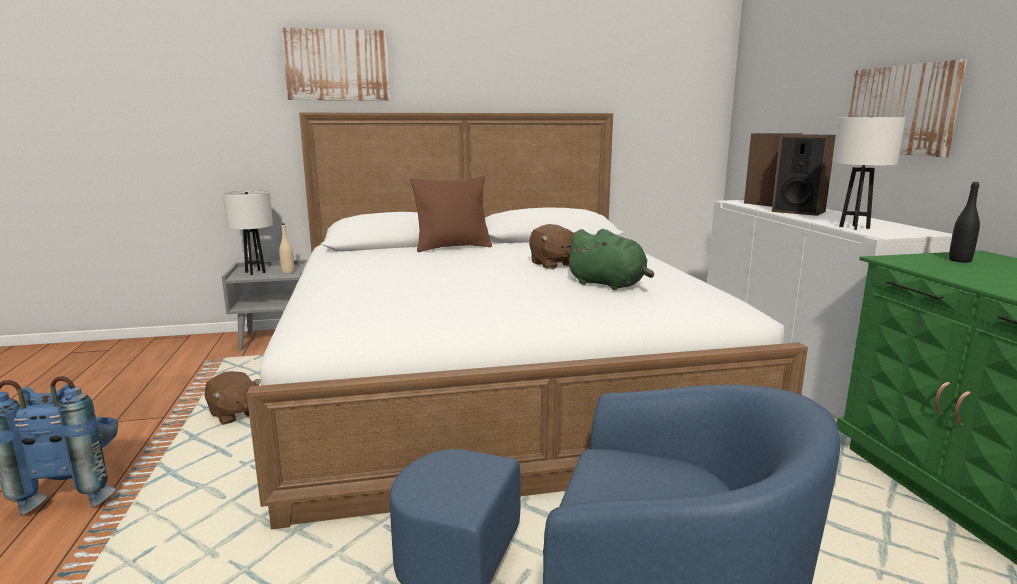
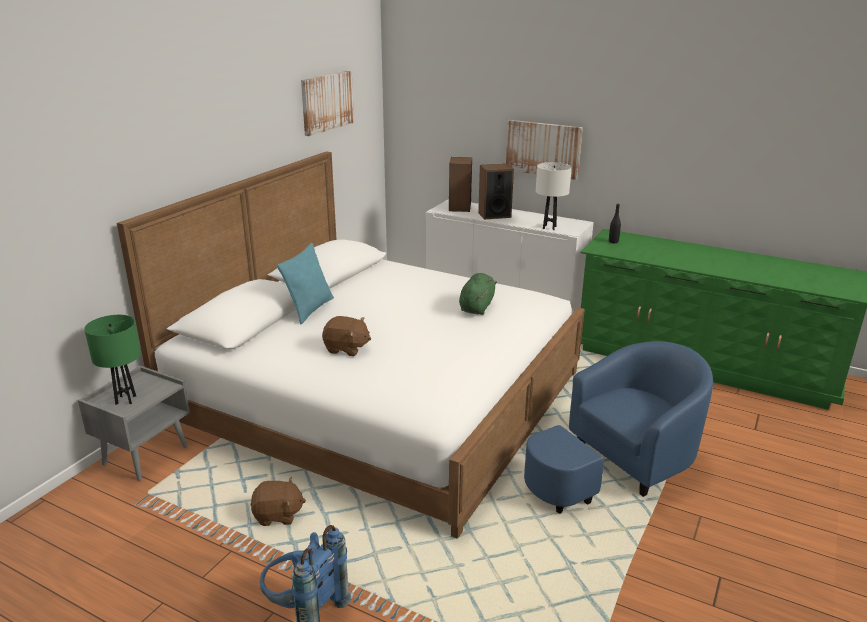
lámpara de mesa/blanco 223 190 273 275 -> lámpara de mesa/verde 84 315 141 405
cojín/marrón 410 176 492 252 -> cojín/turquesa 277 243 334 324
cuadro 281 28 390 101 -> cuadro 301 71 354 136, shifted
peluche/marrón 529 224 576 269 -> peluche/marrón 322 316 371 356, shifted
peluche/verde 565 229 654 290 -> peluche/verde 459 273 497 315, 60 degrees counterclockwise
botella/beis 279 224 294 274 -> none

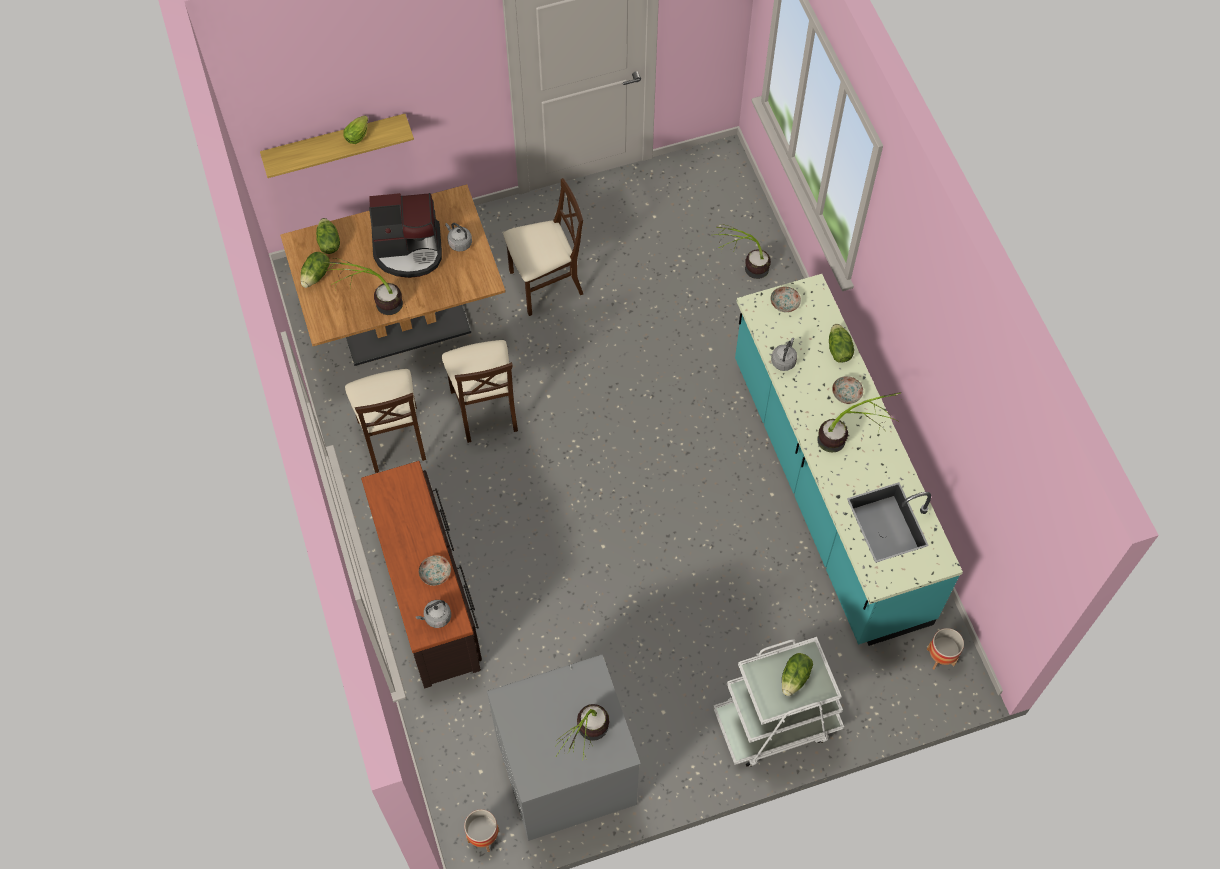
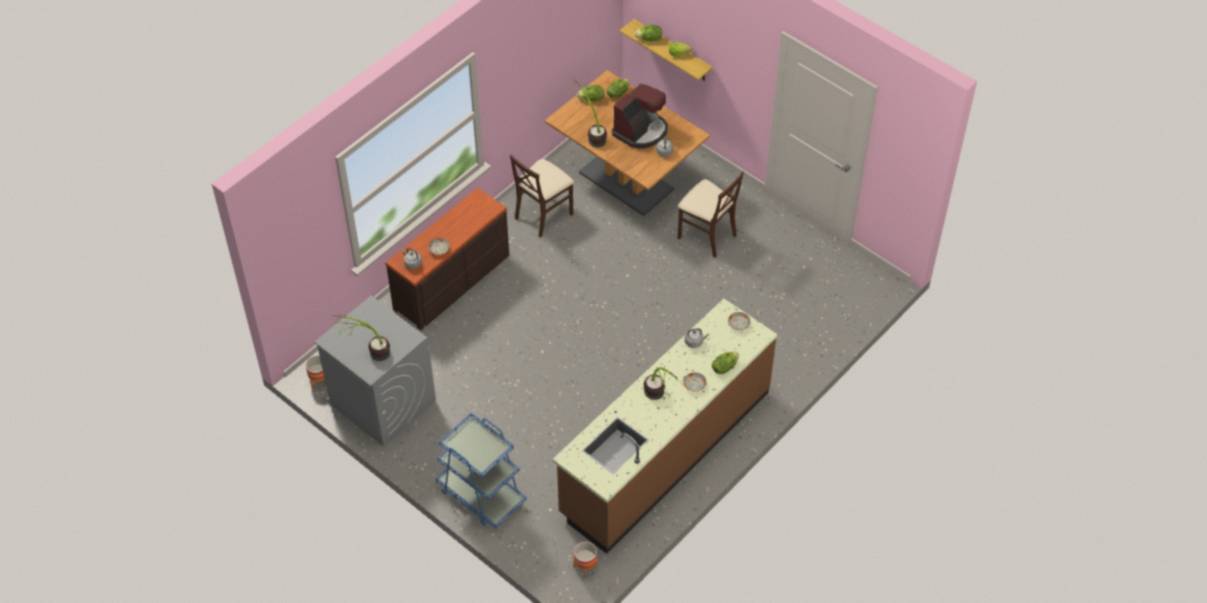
carrito/blanco 713 637 844 767 -> carrito/azul 436 413 527 528
mueble bajo de cocina/turquesa 735 274 963 646 -> mueble bajo de cocina/marrón 553 299 777 554
cafetera 369 193 442 278 -> cafetera 612 84 668 148, 105 degrees counterclockwise
lechuga 782 653 813 696 -> lechuga 634 25 662 41, shifted
silla/beis 442 340 518 443 -> none
planta en maceta 714 224 771 279 -> none

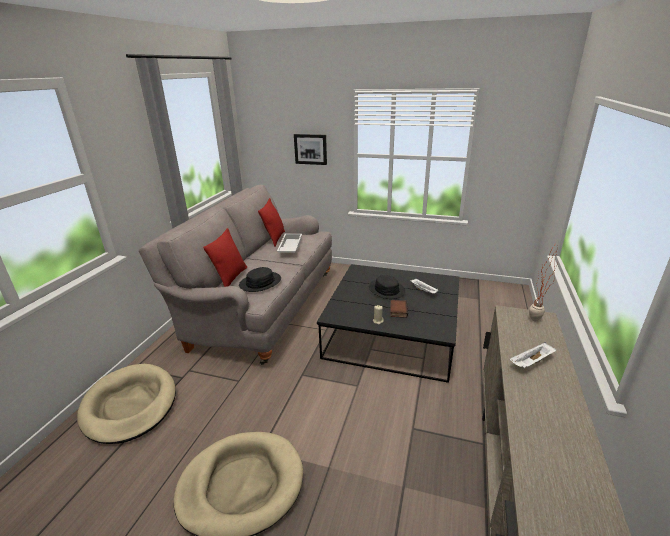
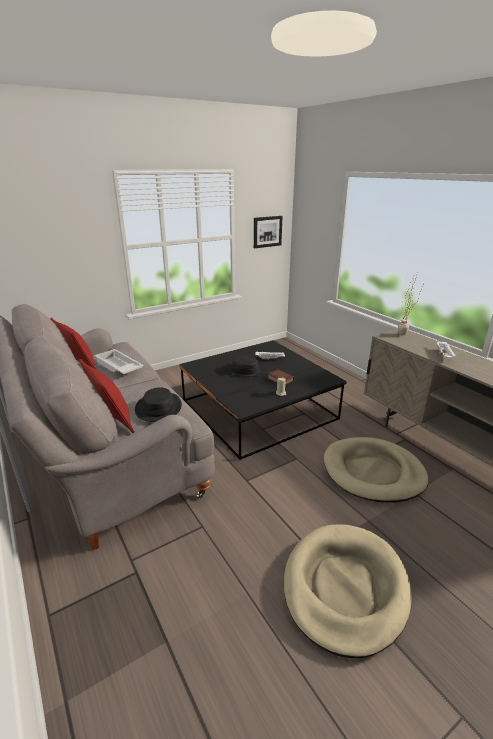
cuadro 294 134 327 165 -> cuadro 254 216 283 248, shifted
cama para perro/beis 77 364 176 444 -> cama para perro/beis 324 437 428 503, shifted

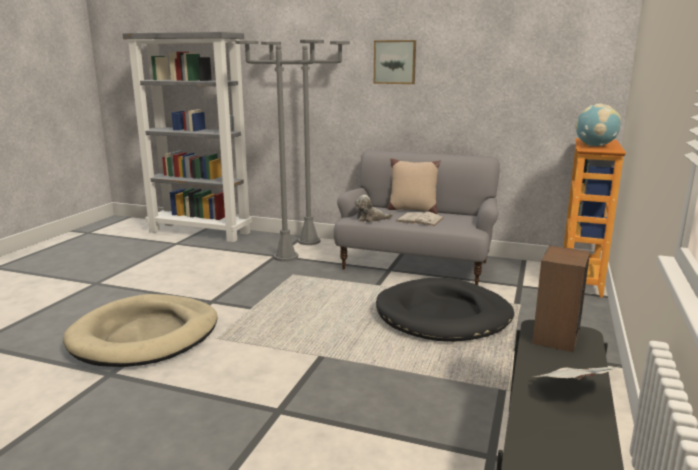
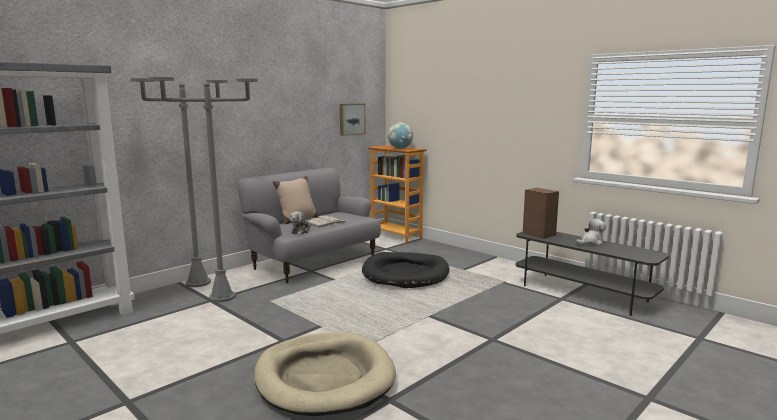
cuadro 374 40 416 84 -> cuadro 340 104 366 136, shifted
periódico 537 367 616 380 -> peluche 576 219 606 245

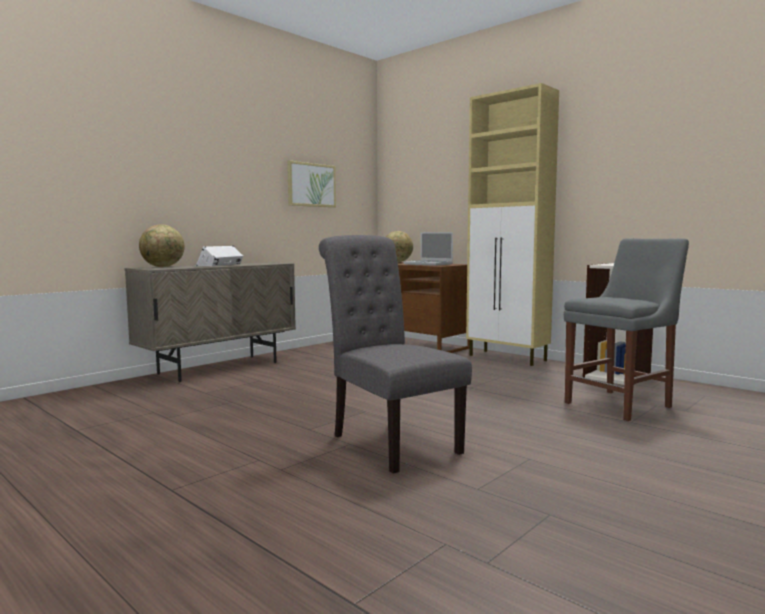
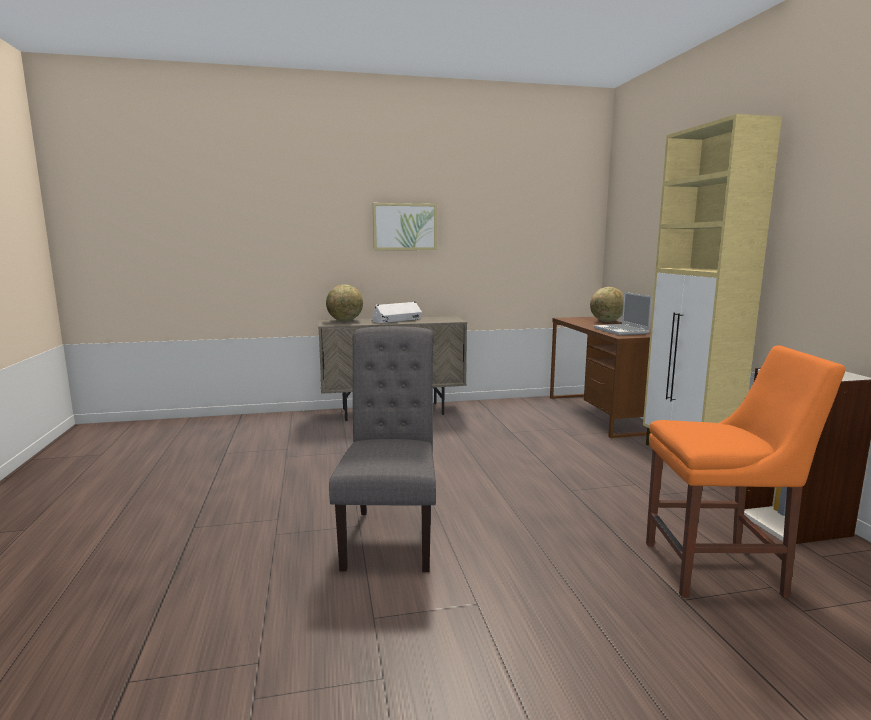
cuadro 287 160 336 208 -> cuadro 373 203 437 250, shifted
silla/gris 563 239 689 421 -> silla/naranja 646 345 845 598

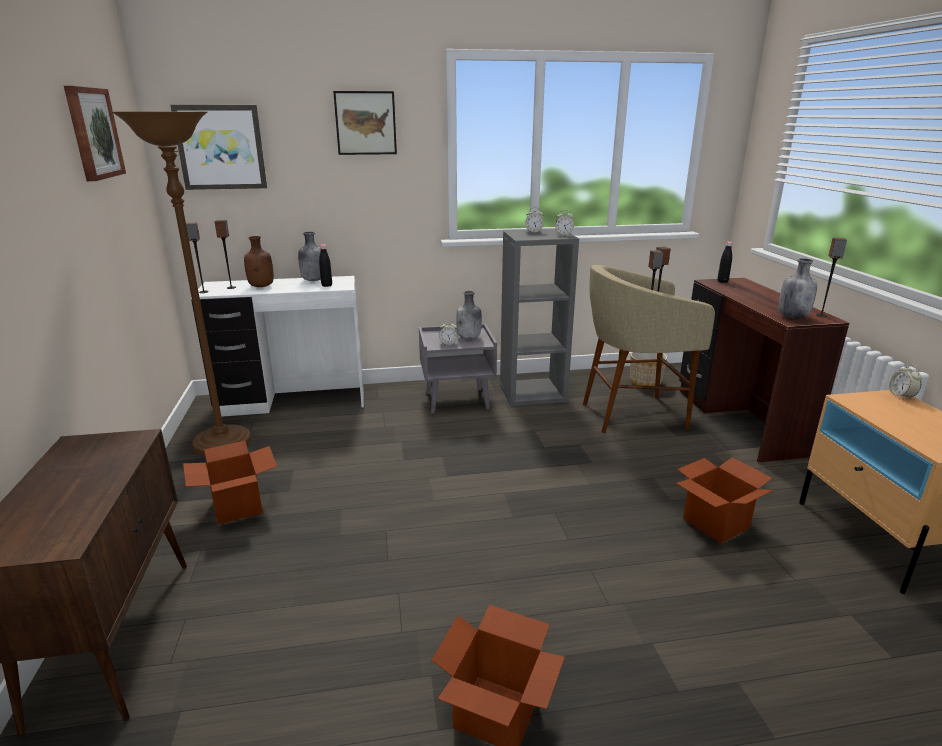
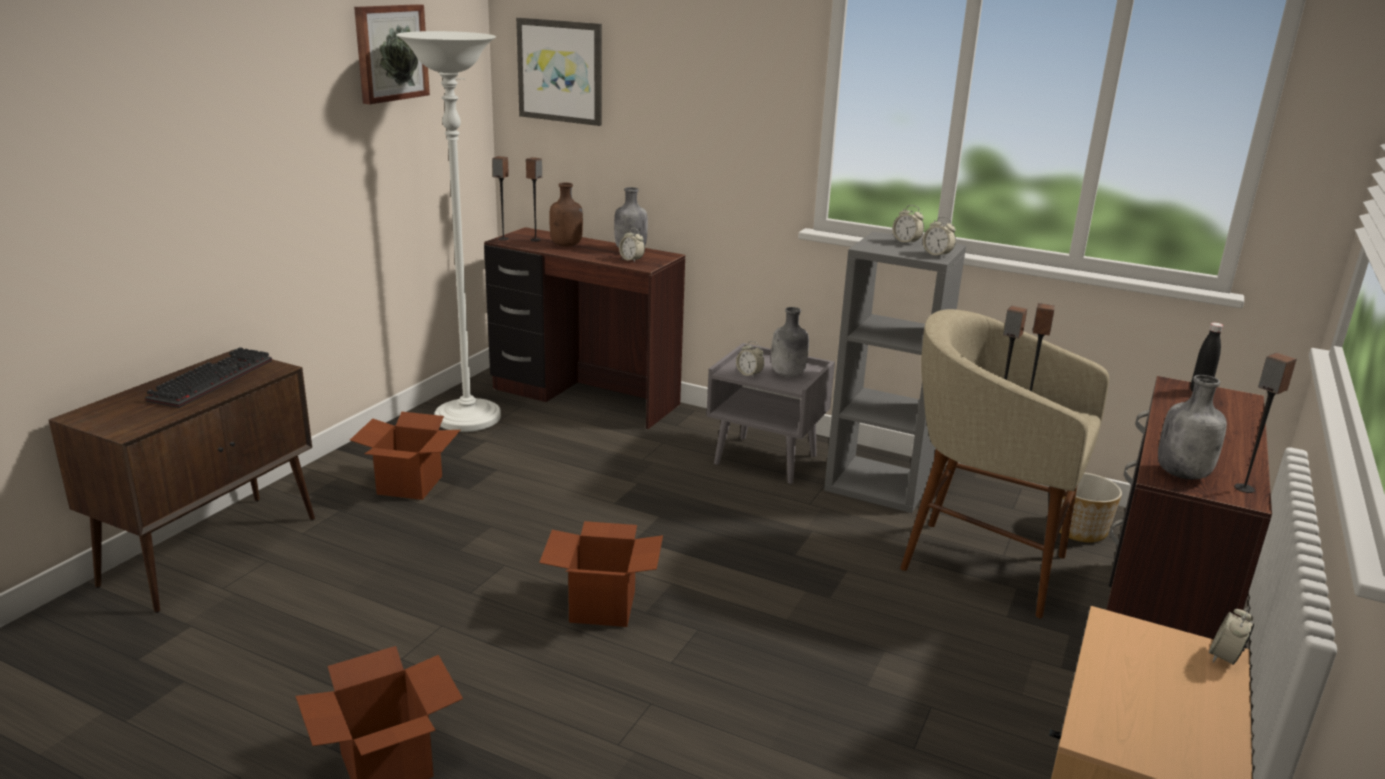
none -> teclado 145 347 272 408
lámpara de pie/marrón 111 111 251 456 -> lámpara de pie/blanco 396 31 501 432
escritorio/blanco 191 276 364 417 -> escritorio/marrón 484 227 685 430
caja de cartón 676 457 774 543 -> caja de cartón 539 521 663 627, shifted
botella/negro 319 244 332 287 -> despertador 619 228 645 262
cuadro 333 91 397 155 -> none

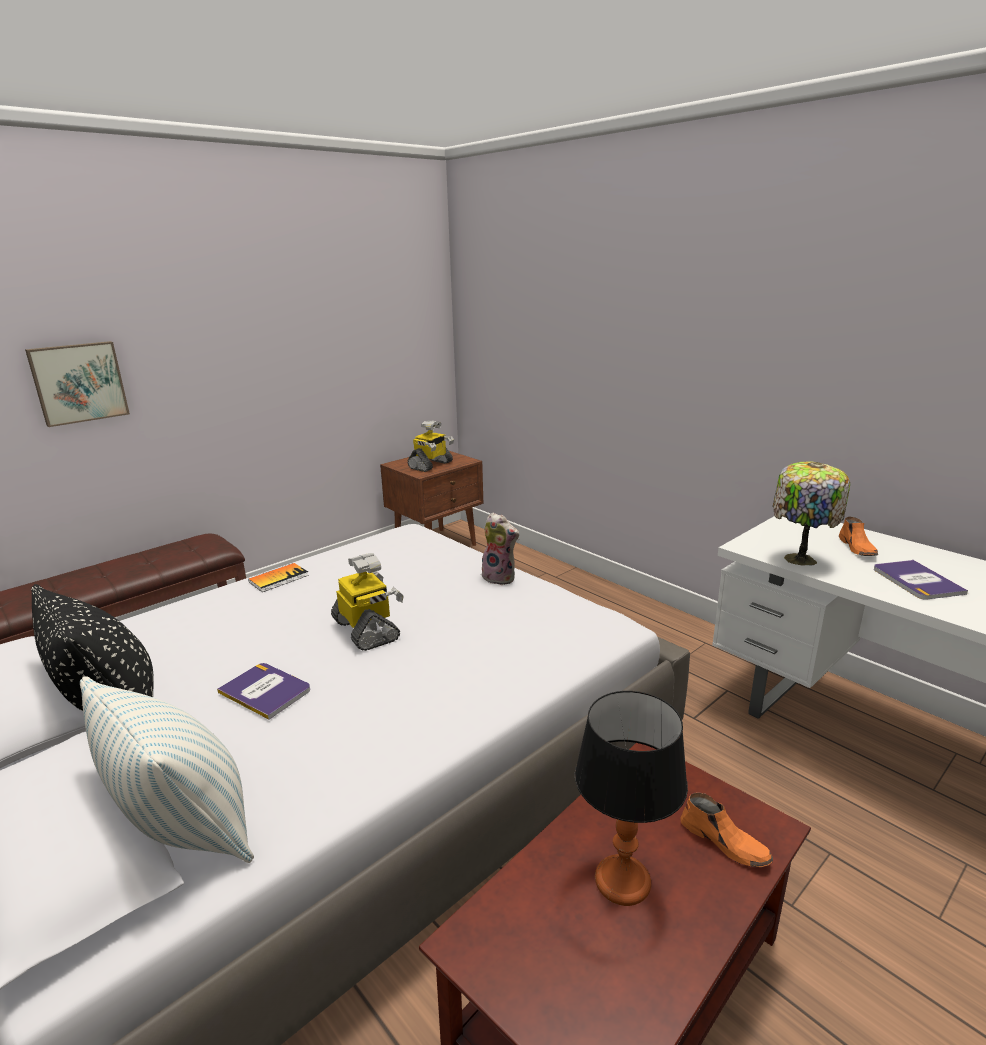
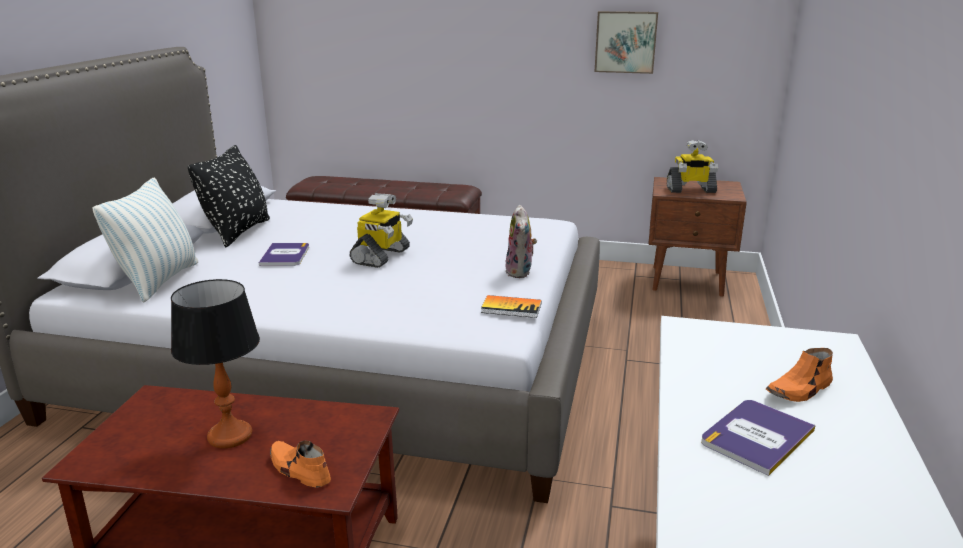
zapato/naranja 680 793 773 867 -> zapato/naranja 270 440 331 488, 120 degrees clockwise
libro 248 563 309 592 -> libro 481 295 542 318, shifted
cuadro 25 341 130 427 -> cuadro 594 11 658 74, shifted
lámpara de mesa 772 461 850 566 -> none

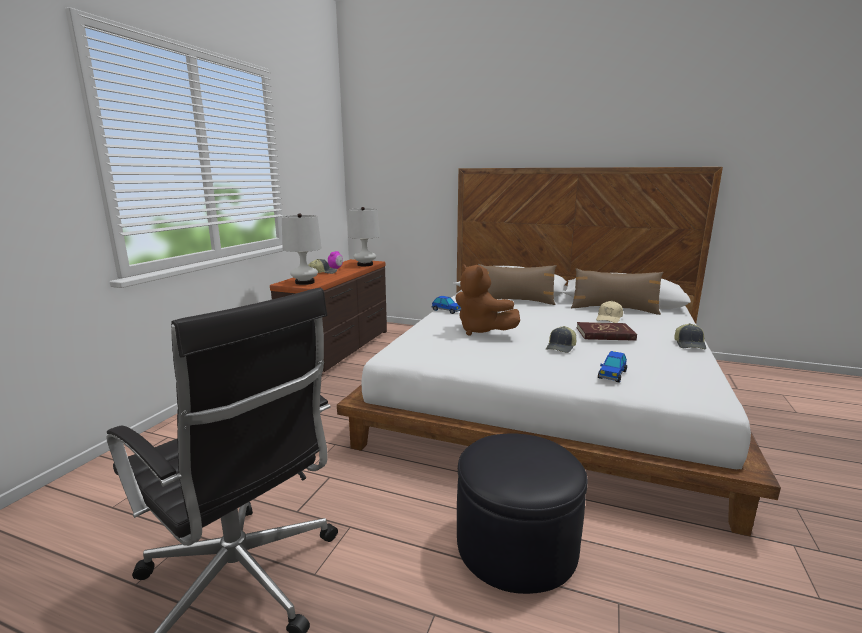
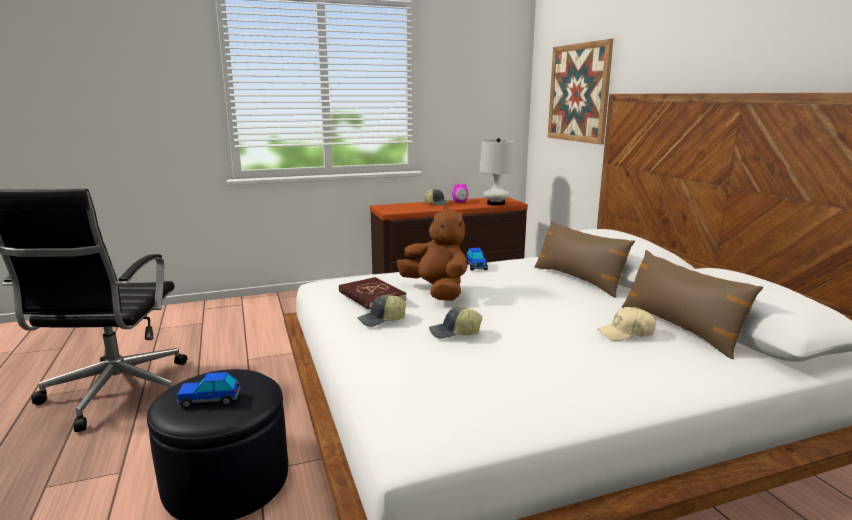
coche de juguete 598 351 627 383 -> coche de juguete 176 372 240 409, shifted
libro/rojo 577 322 637 341 -> libro/rojo 339 277 407 310, shifted
gorra 674 323 706 349 -> gorra 357 295 406 327, shifted
peluche/marrón 456 264 520 336 -> peluche/marrón 397 206 468 301, 135 degrees clockwise
none -> cuadro 547 39 613 144
lámpara de mesa/blanco 282 213 322 285 -> none

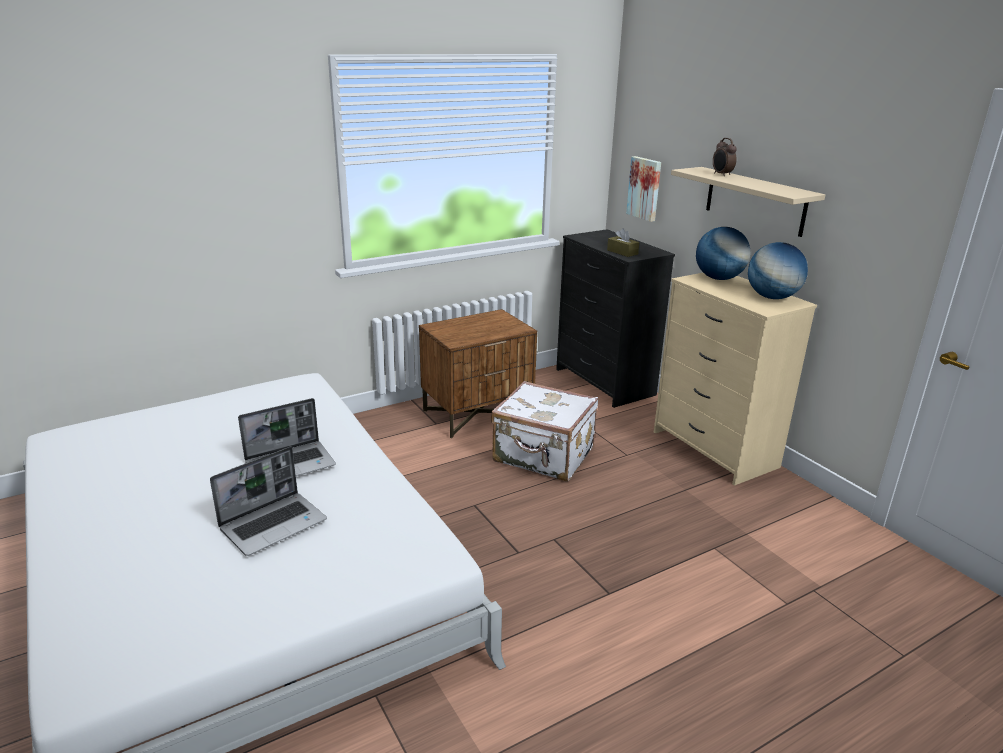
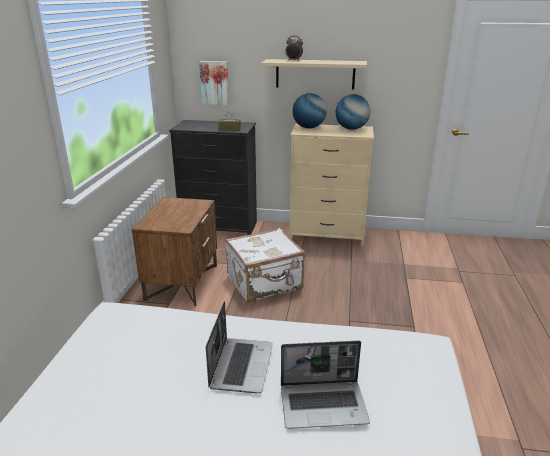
portátil 210 447 327 556 -> portátil 281 341 370 429, 90 degrees clockwise

